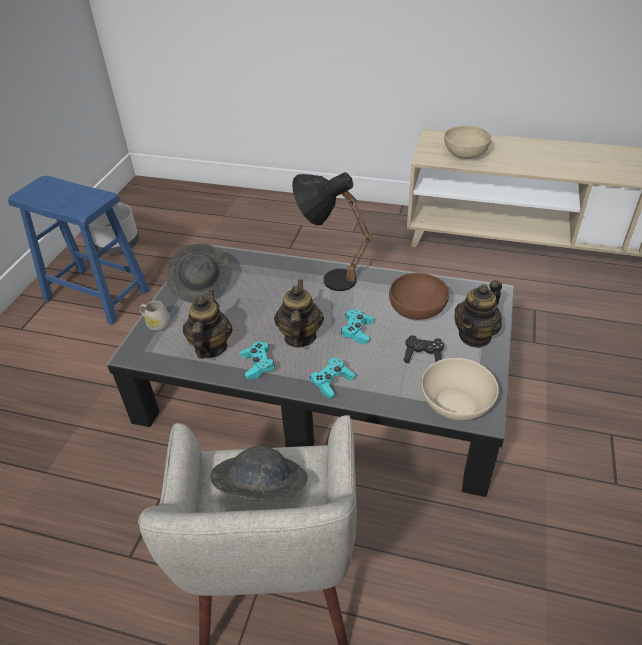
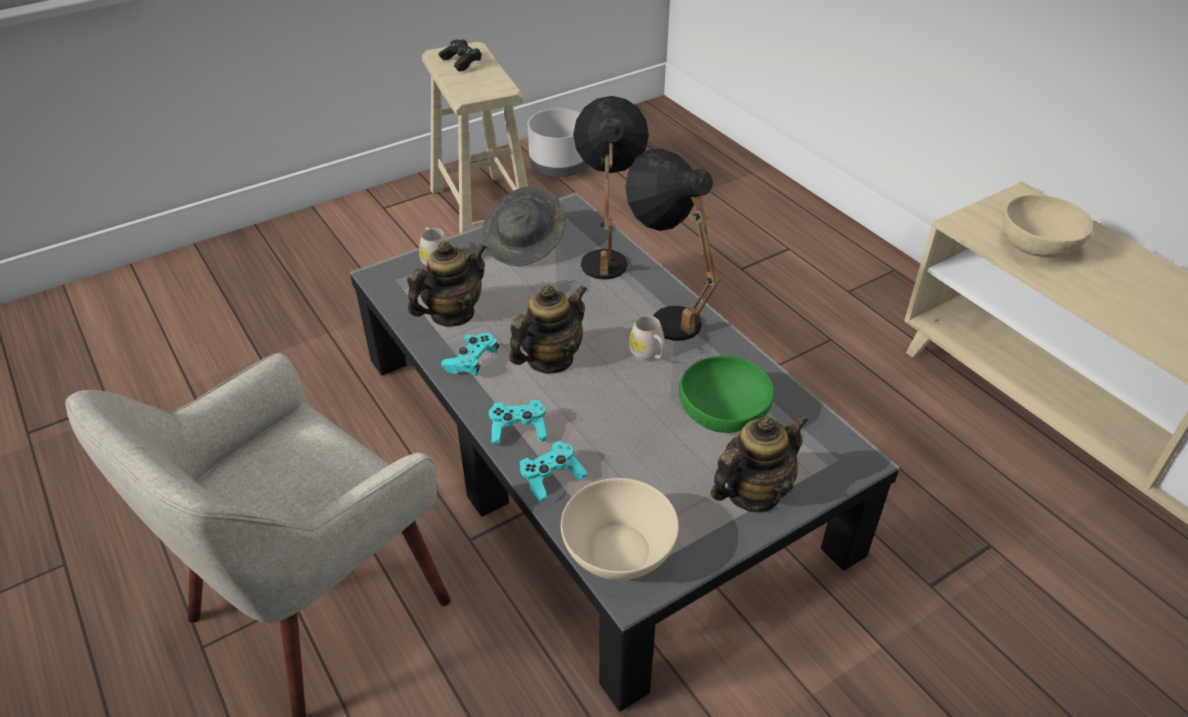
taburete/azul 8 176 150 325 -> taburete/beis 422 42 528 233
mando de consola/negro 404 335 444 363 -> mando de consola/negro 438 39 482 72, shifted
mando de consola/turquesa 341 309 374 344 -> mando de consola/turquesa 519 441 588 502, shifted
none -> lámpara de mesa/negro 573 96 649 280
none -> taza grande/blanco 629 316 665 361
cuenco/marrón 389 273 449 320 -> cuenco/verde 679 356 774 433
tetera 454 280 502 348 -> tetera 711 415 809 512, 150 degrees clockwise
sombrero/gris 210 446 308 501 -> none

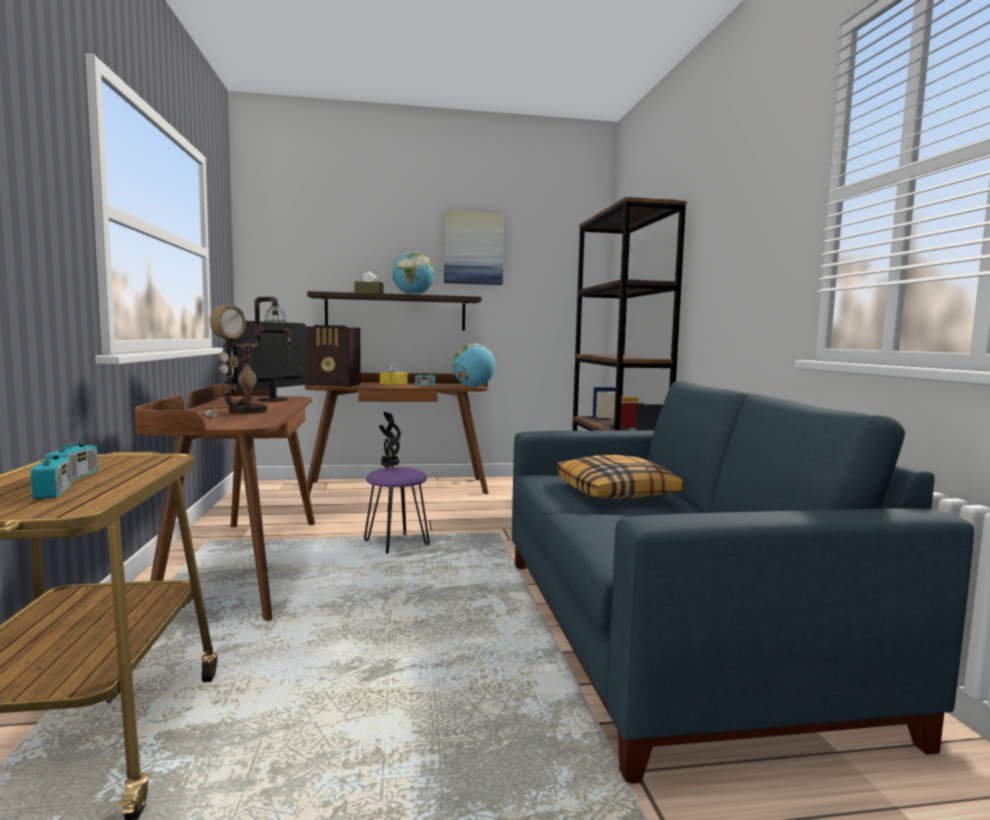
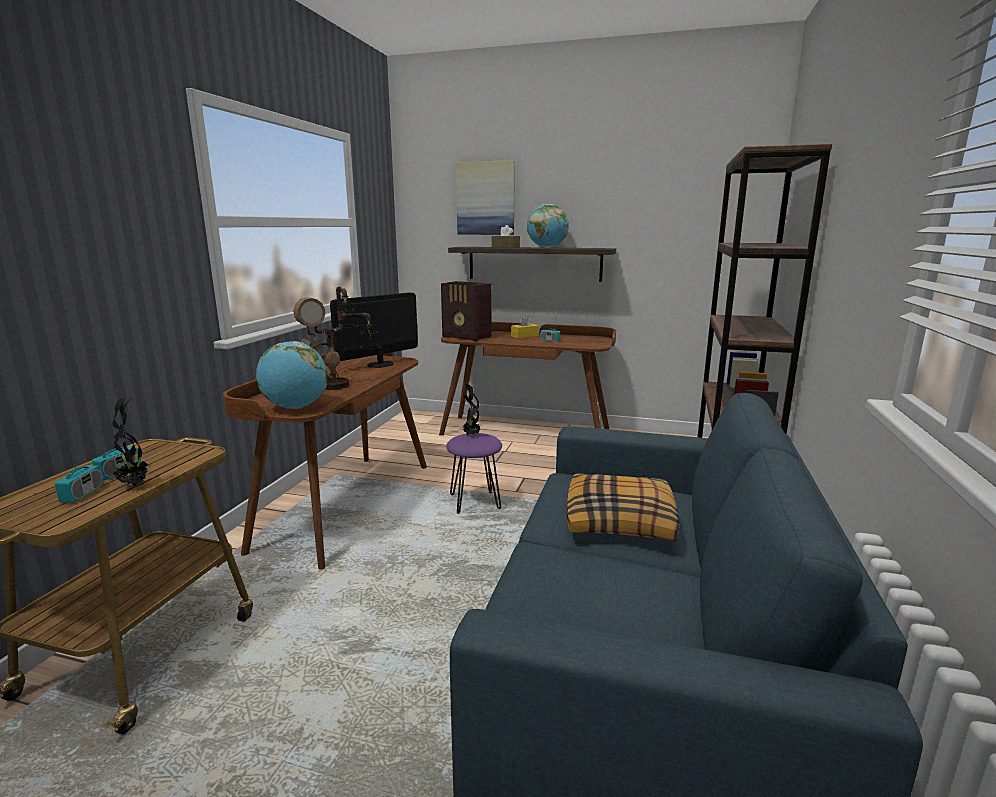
none -> planta en maceta 112 397 150 486
globo terráqueo 453 344 495 387 -> globo terráqueo 256 341 328 409, shifted
cuadro 444 211 504 285 -> cuadro 456 160 515 235, shifted

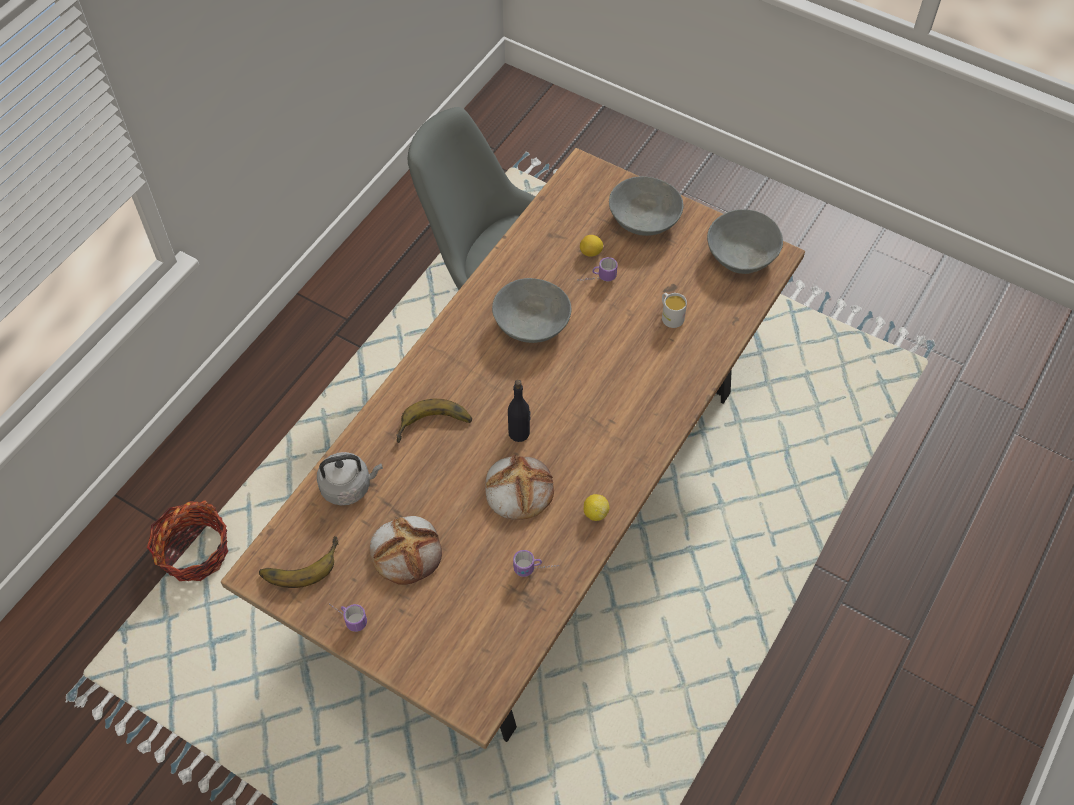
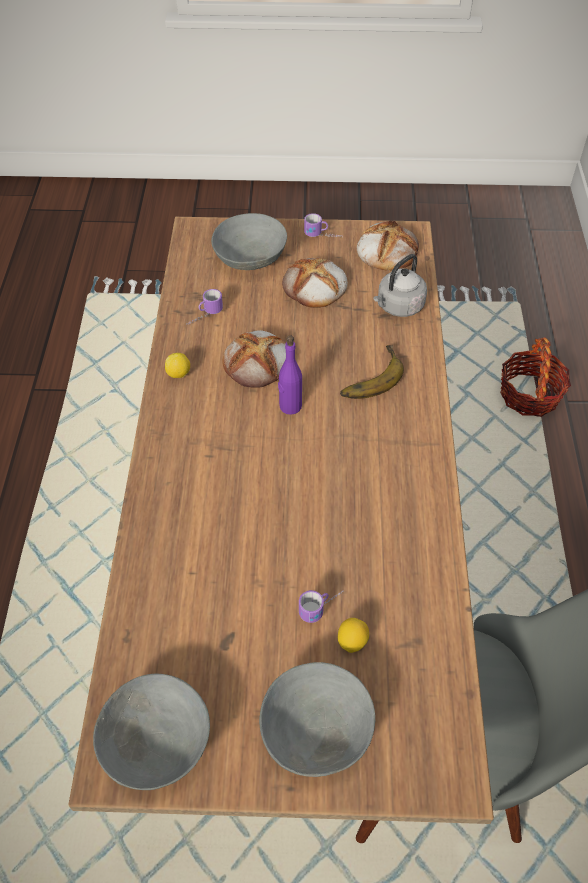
cuenco/gris 492 278 571 343 -> cuenco/gris 211 213 287 270, shifted
botella/negro 508 380 531 442 -> botella/morado 278 335 302 415
plátano 259 536 339 588 -> pan 357 220 419 271
taza grande/blanco 662 293 687 328 -> none

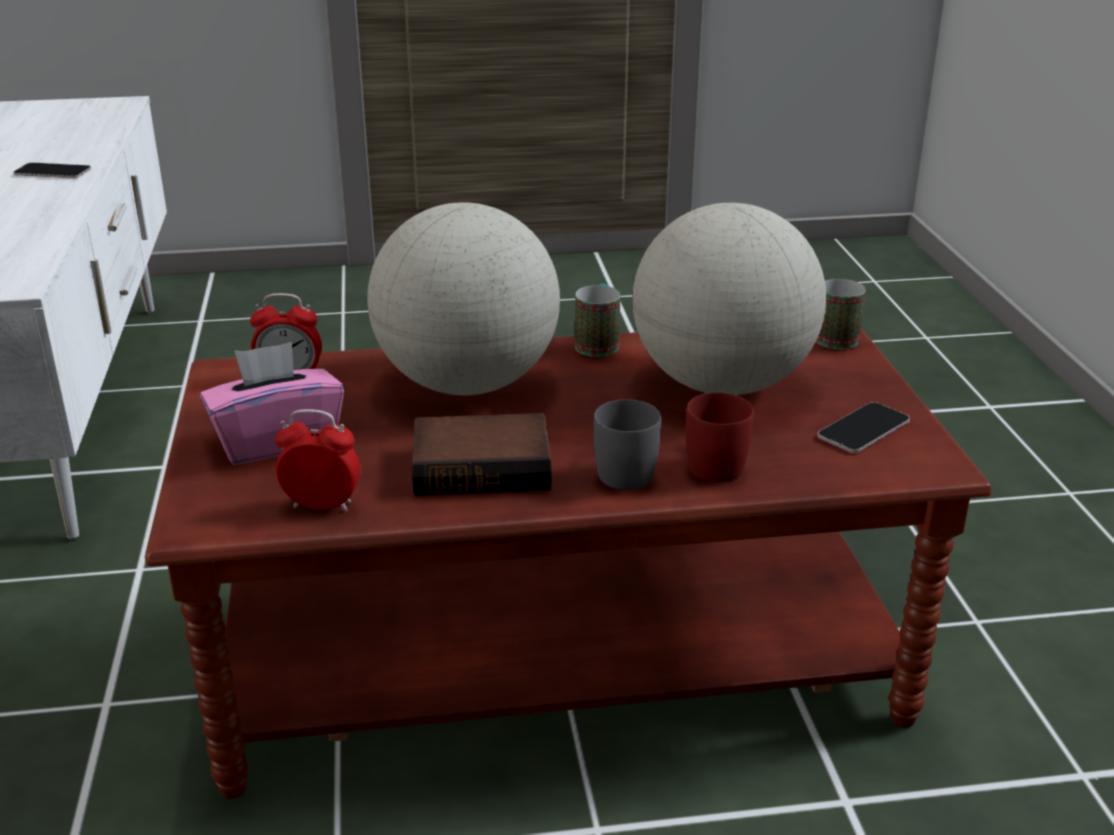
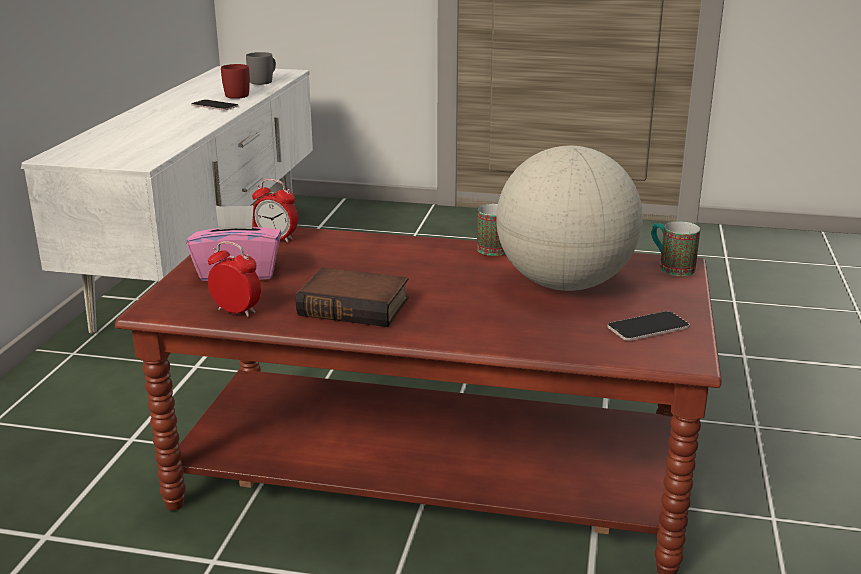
taza grande/rojo 686 393 754 482 -> taza grande/rojo 221 64 250 99, shifted
taza grande/gris 594 399 661 490 -> taza grande/gris 246 52 276 85, shifted
globo terráqueo 367 202 560 395 -> none

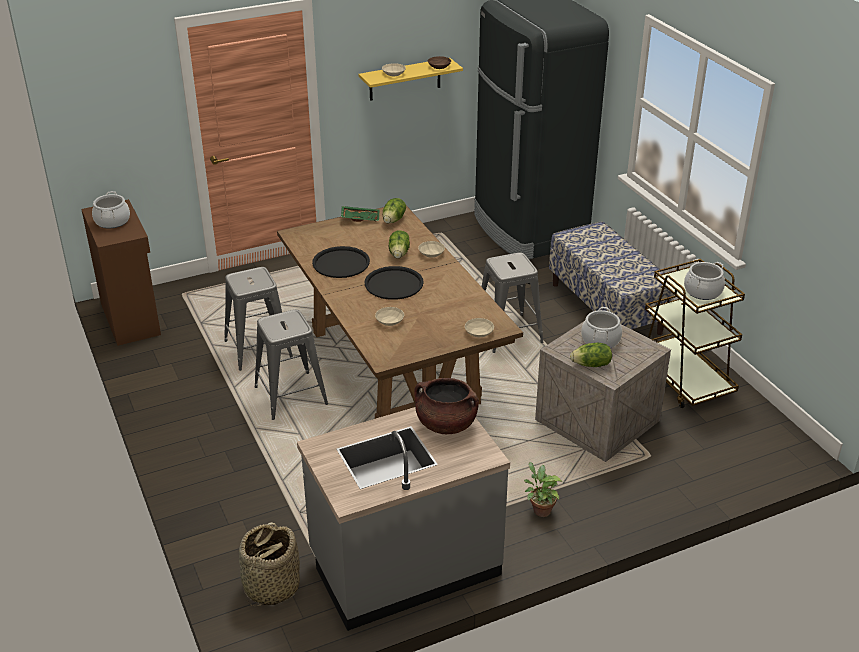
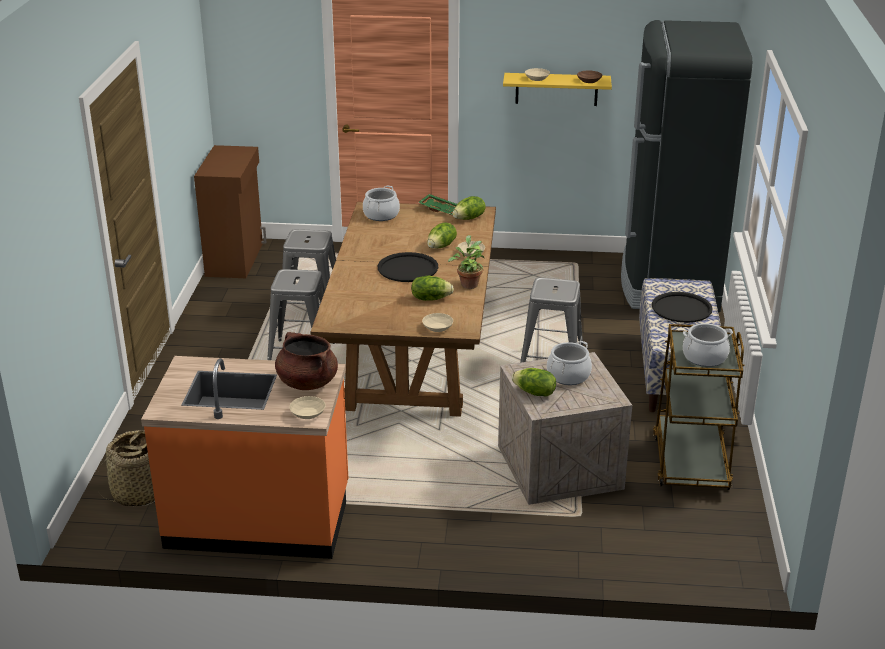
mueble bajo de cocina/gris 297 407 510 631 -> mueble bajo de cocina/naranja 141 356 348 559
cuenco/beis 375 307 404 326 -> cuenco/beis 289 396 326 419, shifted
olla 92 191 130 228 -> olla 363 186 400 221, shifted
none -> lechuga 411 276 454 301
planta en maceta 524 462 562 517 -> planta en maceta 448 235 485 289, shifted
bandeja/negro 312 246 370 278 -> bandeja/negro 652 292 713 323, shifted

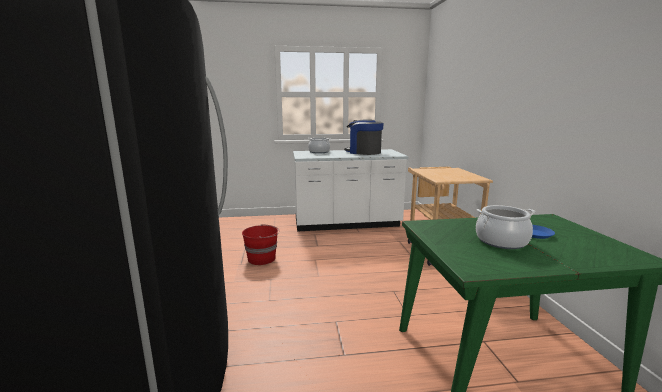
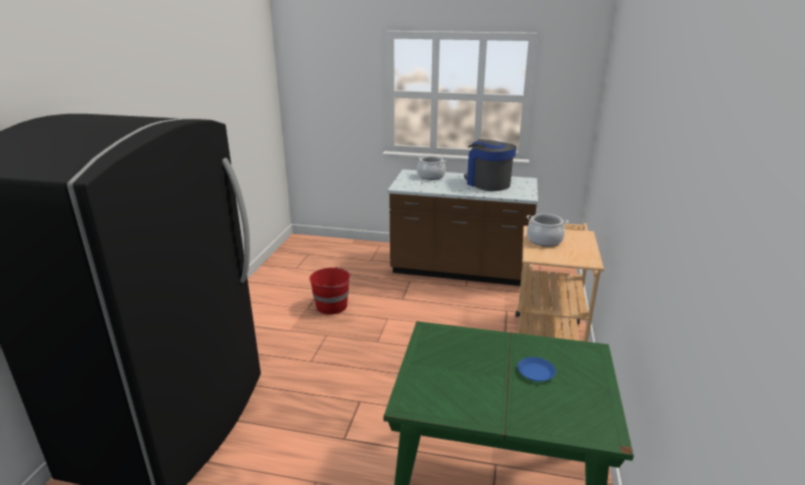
mueble bajo de cocina/blanco 293 149 409 231 -> mueble bajo de cocina/marrón 388 169 538 286
olla 476 205 536 249 -> olla 527 214 569 247, shifted

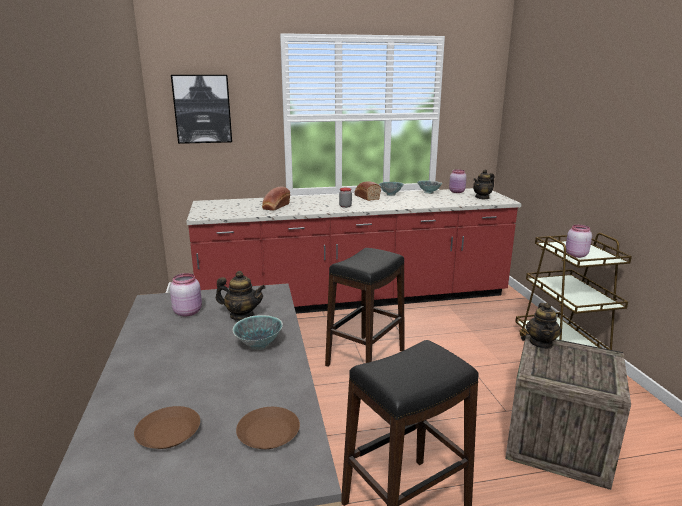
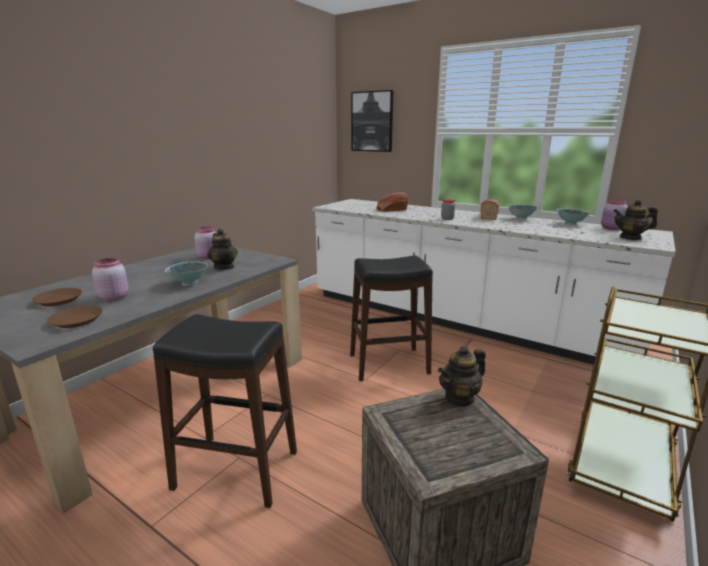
tarro/rosa 566 225 592 258 -> tarro/rosa 92 258 129 301, shifted
mueble bajo de cocina/rojo 186 188 522 314 -> mueble bajo de cocina/blanco 312 199 676 365

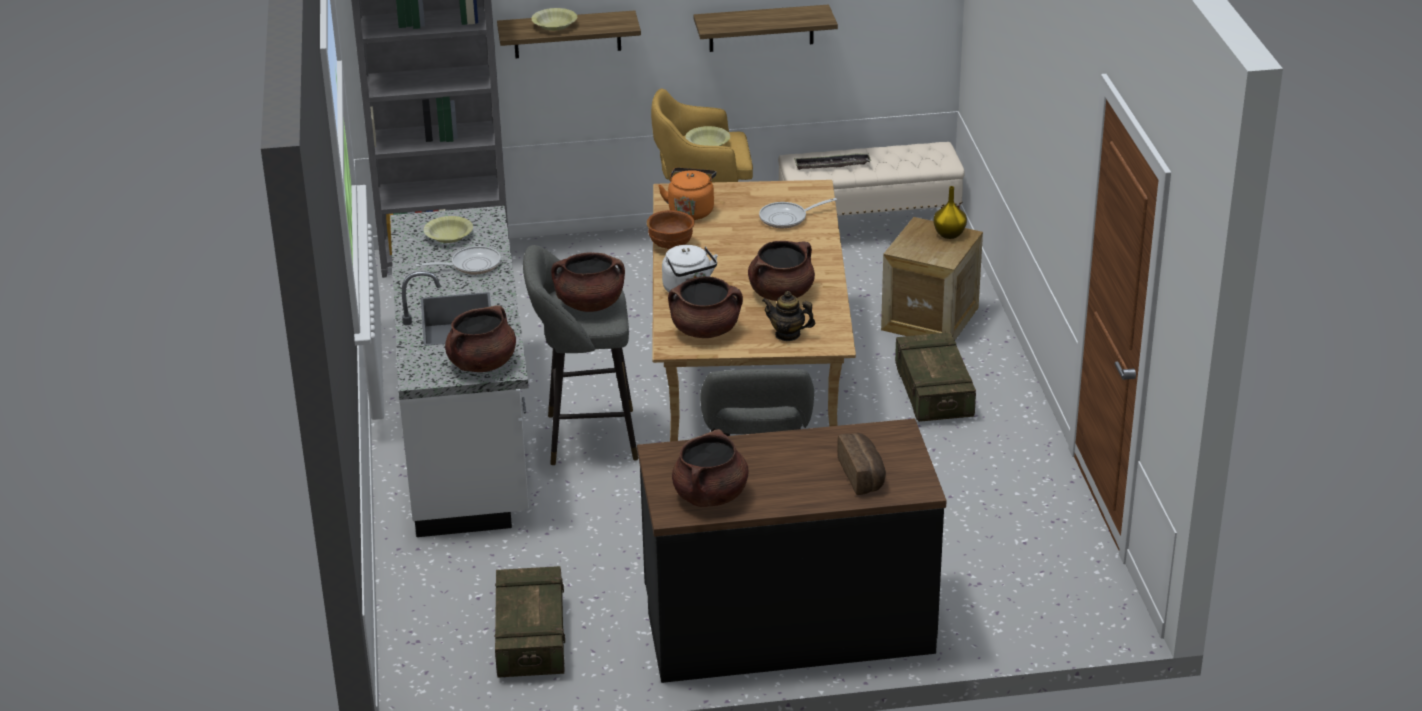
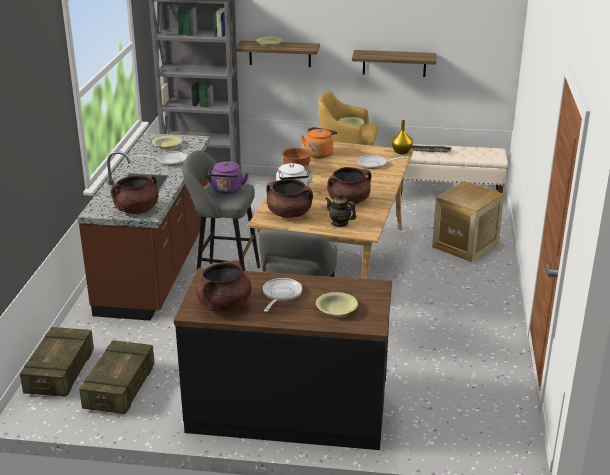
caja de embalaje 895 332 976 422 -> caja de embalaje 20 327 94 397, shifted
mueble bajo de cocina/blanco 390 206 529 537 -> mueble bajo de cocina/marrón 78 133 210 321
olla/marrón 551 252 625 312 -> hervidor/morado 208 161 249 194
none -> sartén 263 278 302 312
pan 837 433 886 495 -> cuenco/amarillo 316 292 358 316
florero/amarillo 934 186 967 239 -> florero/amarillo 392 120 413 154, shifted

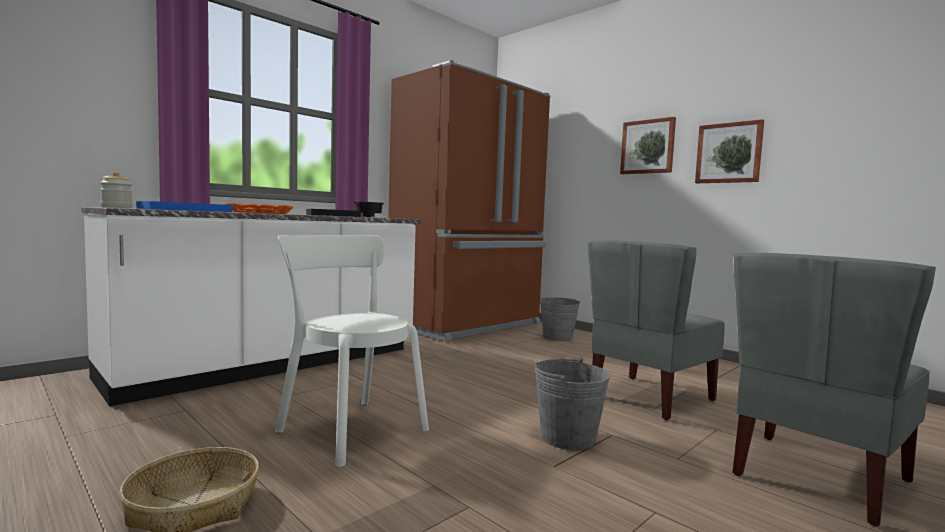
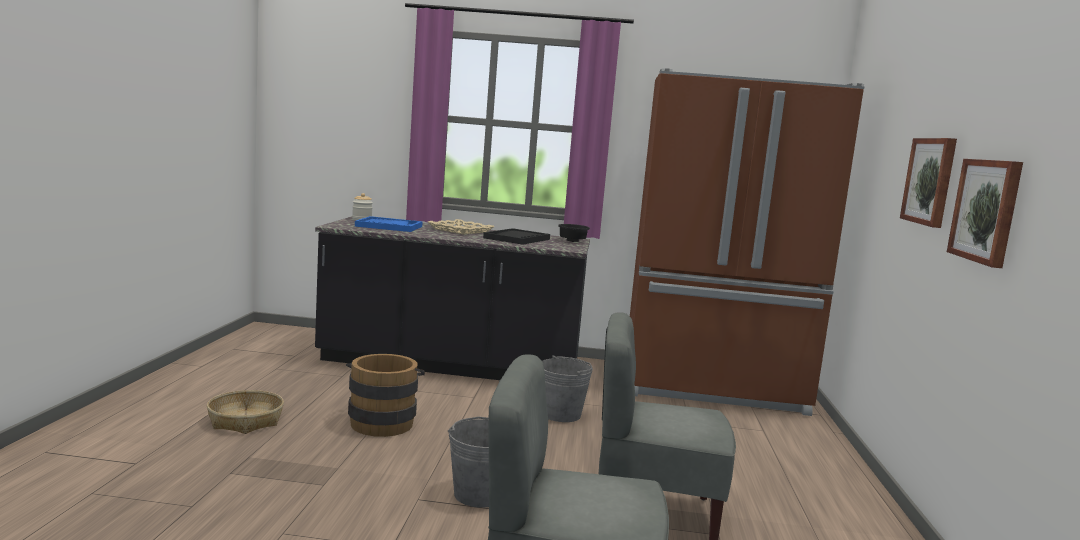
mueble bajo de cocina/blanco 81 207 420 406 -> mueble bajo de cocina/negro 315 216 590 380
silla/blanco 275 235 429 467 -> cubo/marrón 346 354 425 437
bandeja/naranja 226 203 293 214 -> bandeja/beis 428 219 495 235
cubo/gris 539 297 580 341 -> cubo/gris 542 355 593 422, shifted

